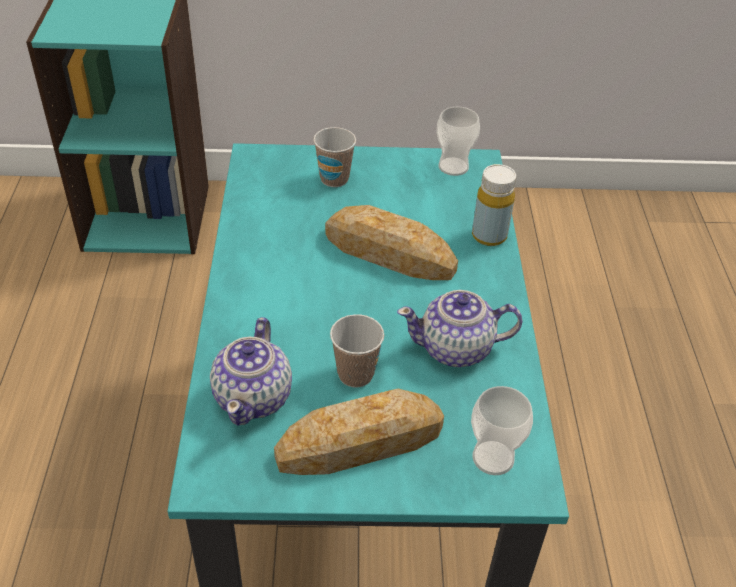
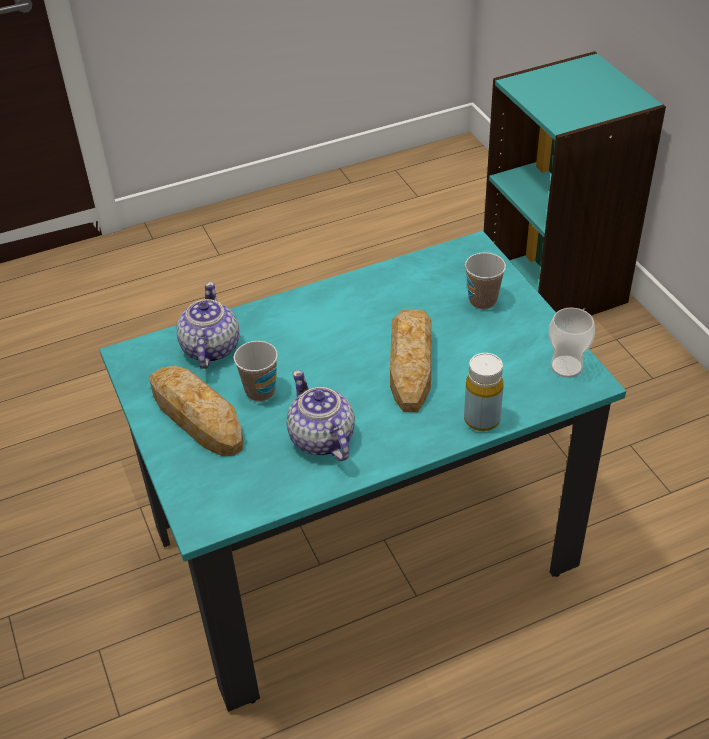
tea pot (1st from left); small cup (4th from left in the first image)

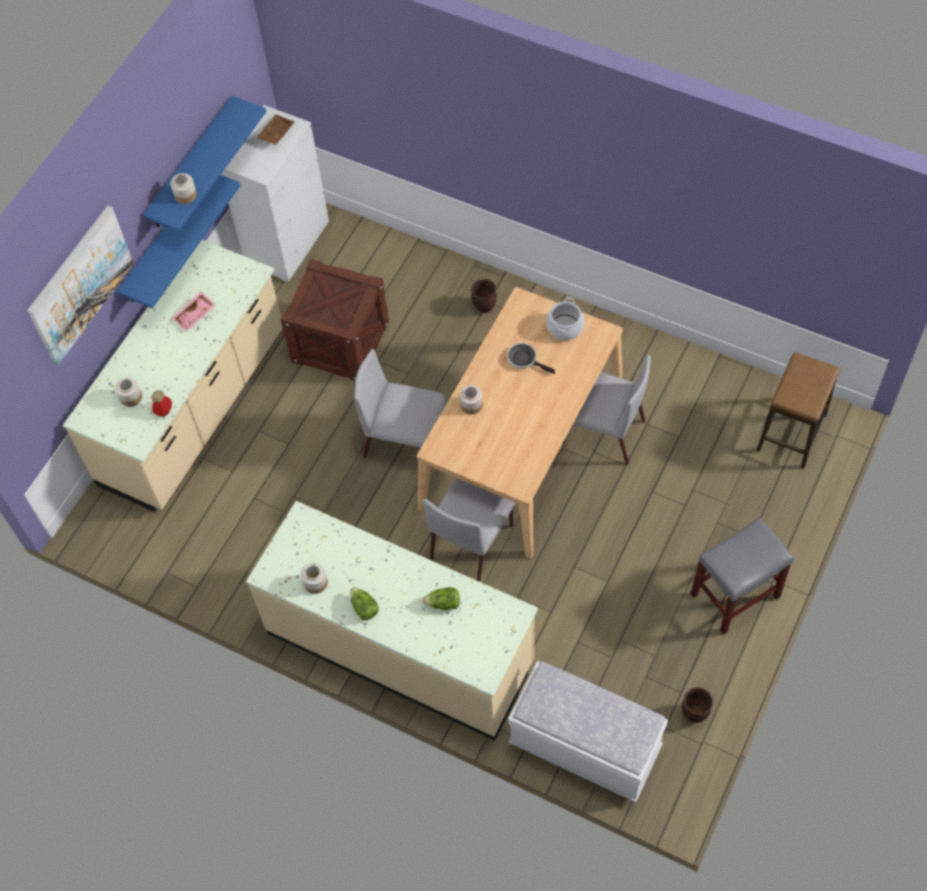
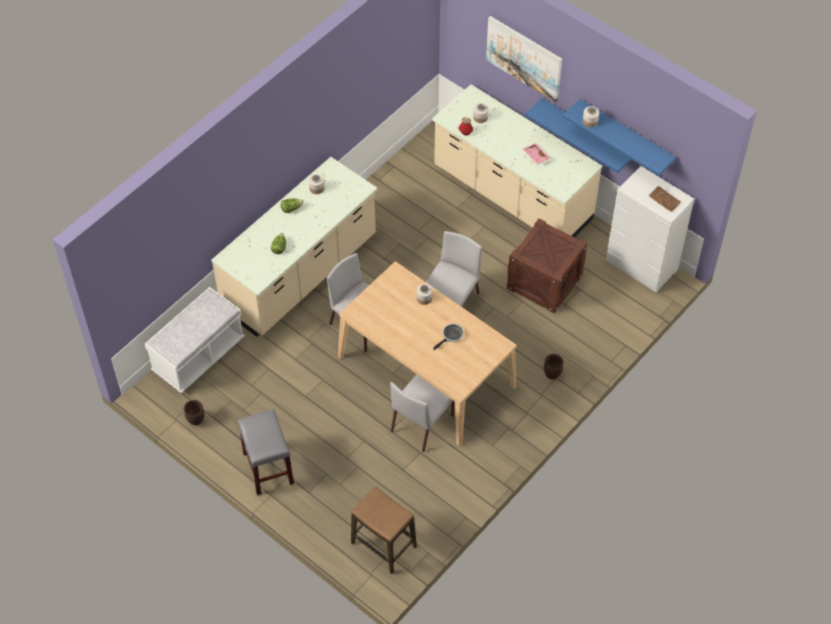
stockpot

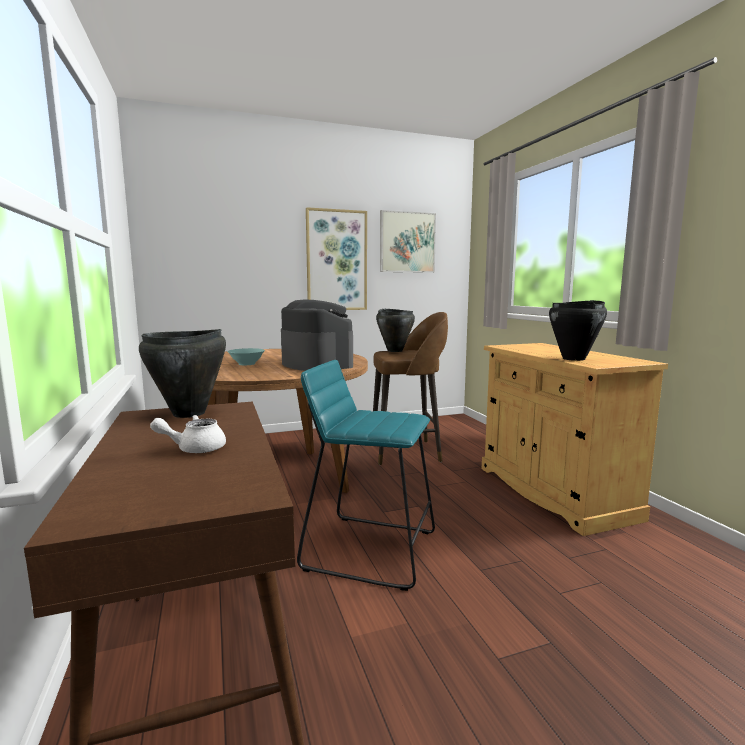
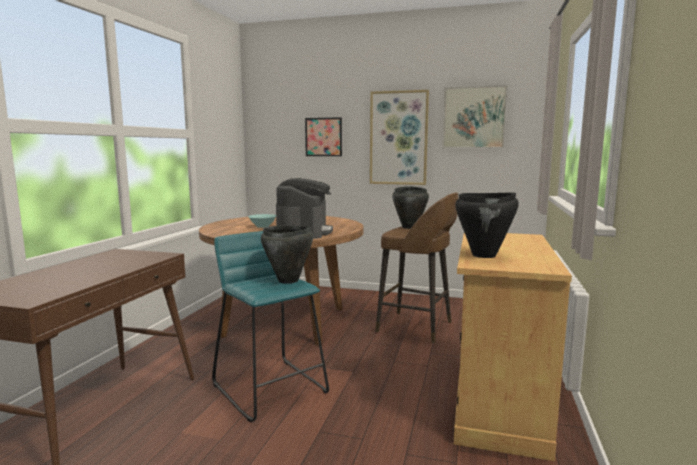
black stockpot (1st from left); whitish tea pot; wall picture (1st from left)

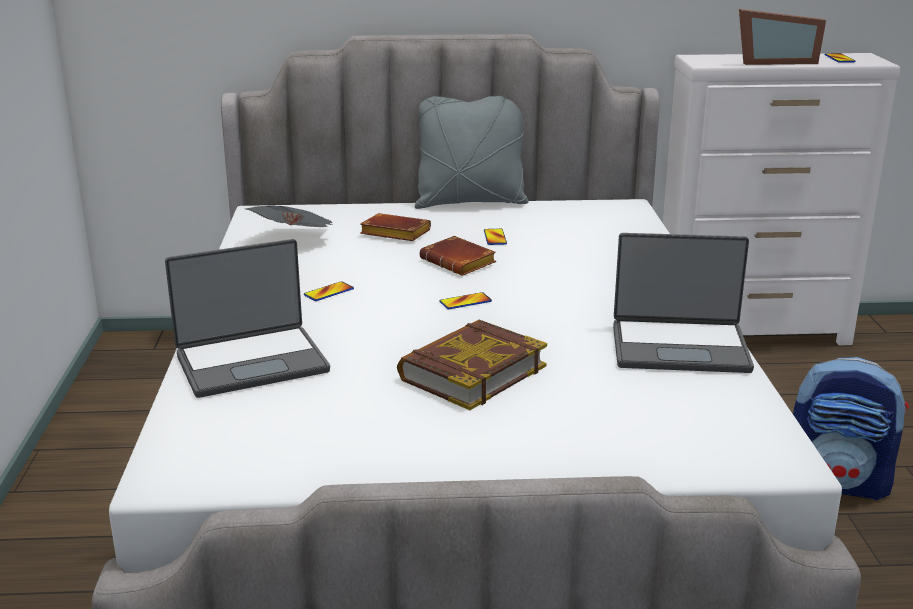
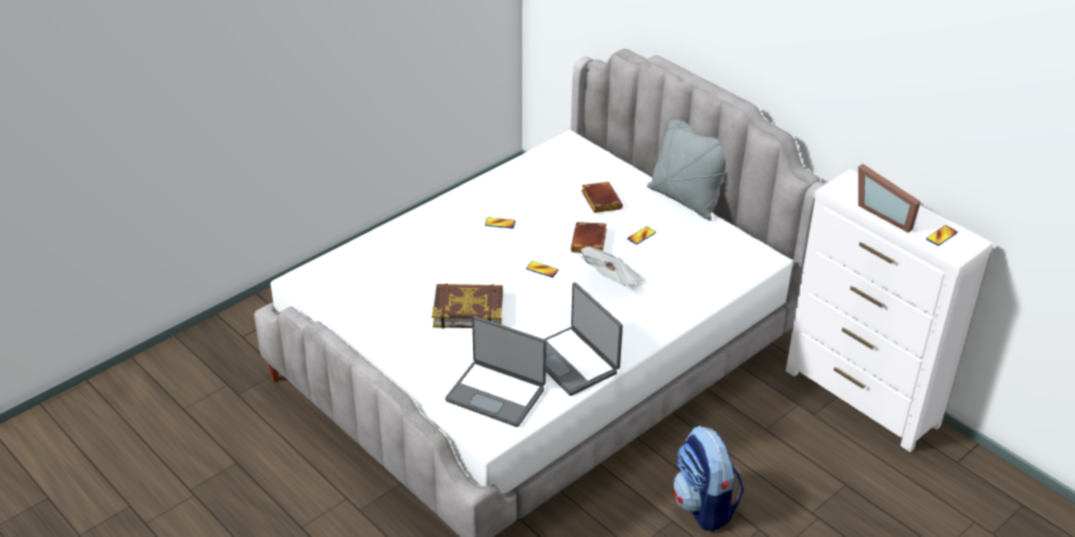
newspaper; laptop (1st from left)

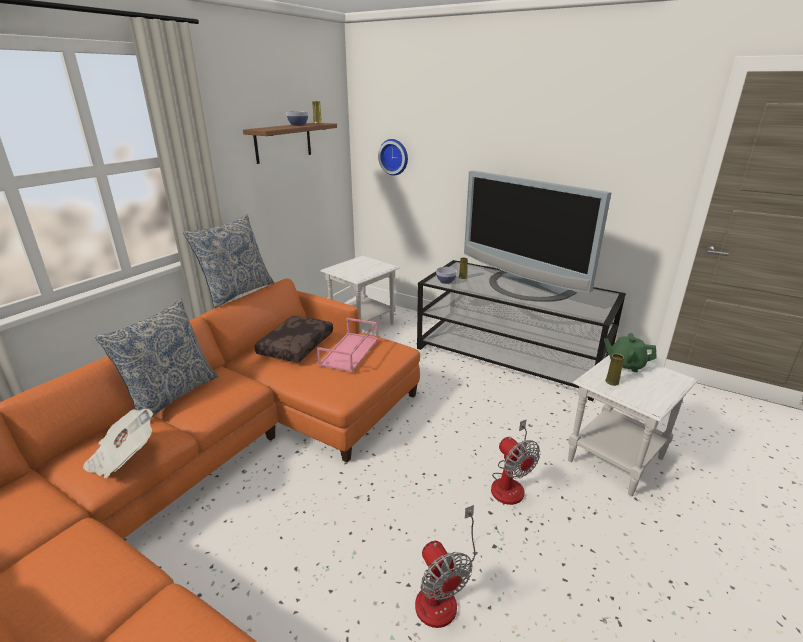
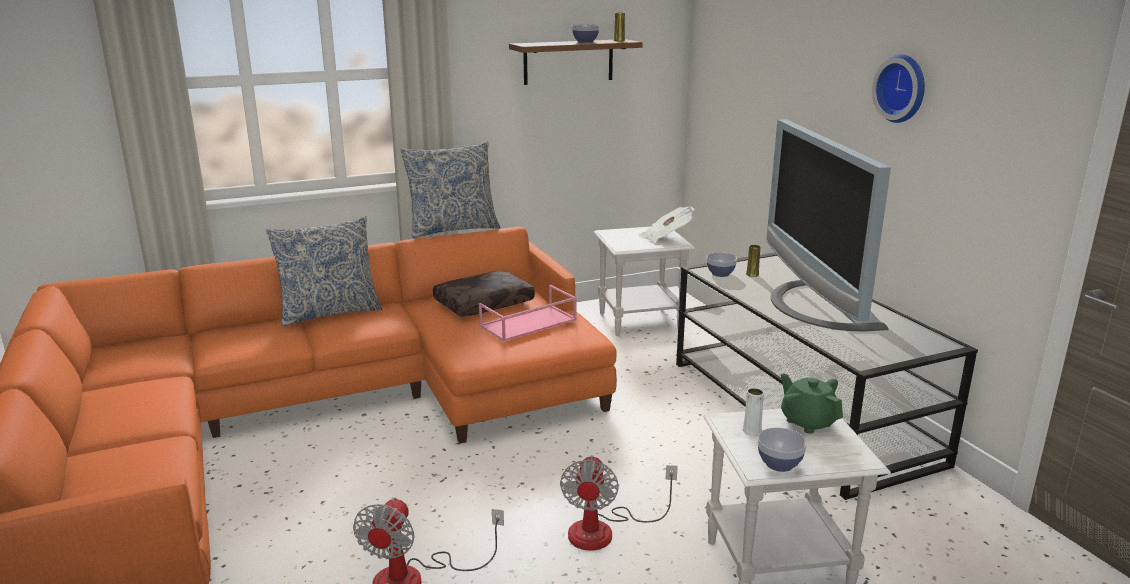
clock on the wall; whitish vase; newspaper; deep dish (3rd from left)

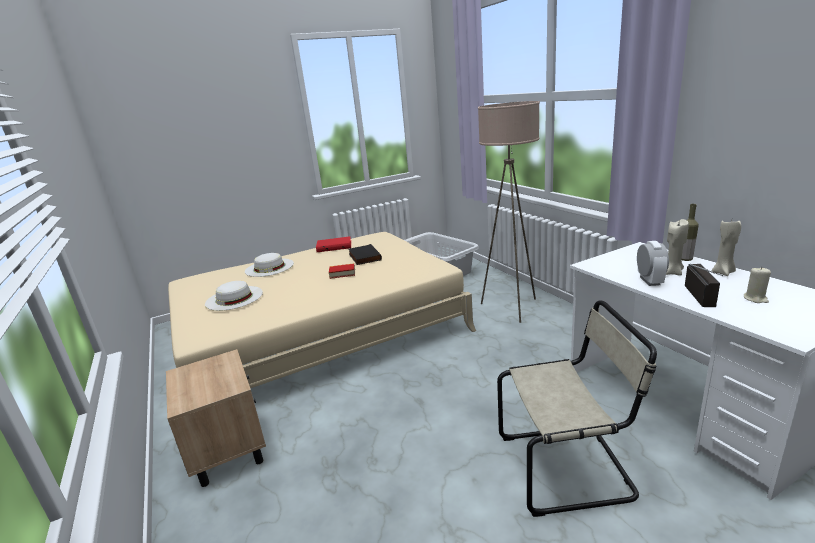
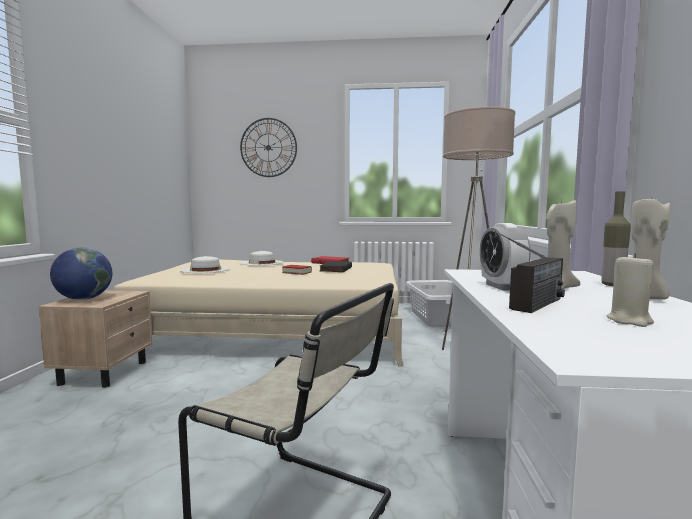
table clock; clock on the wall; desk globe

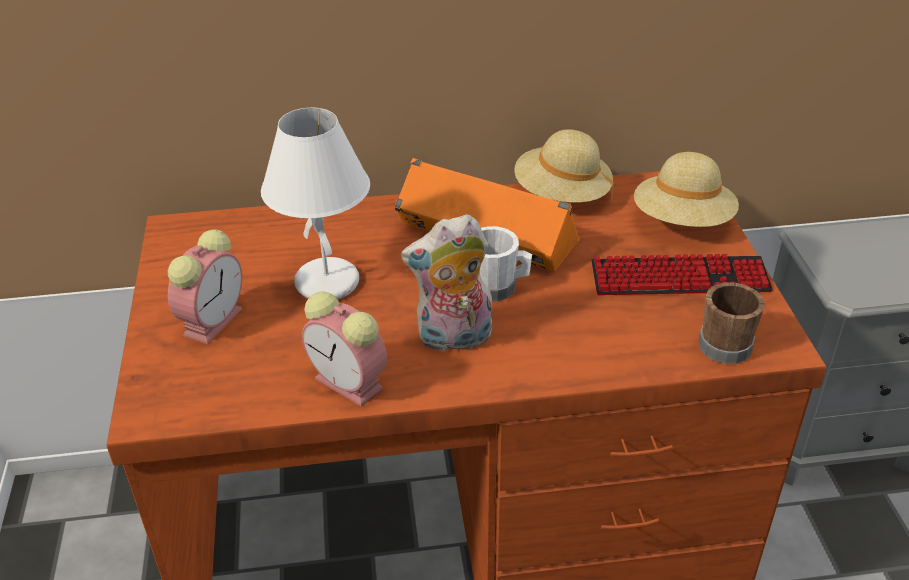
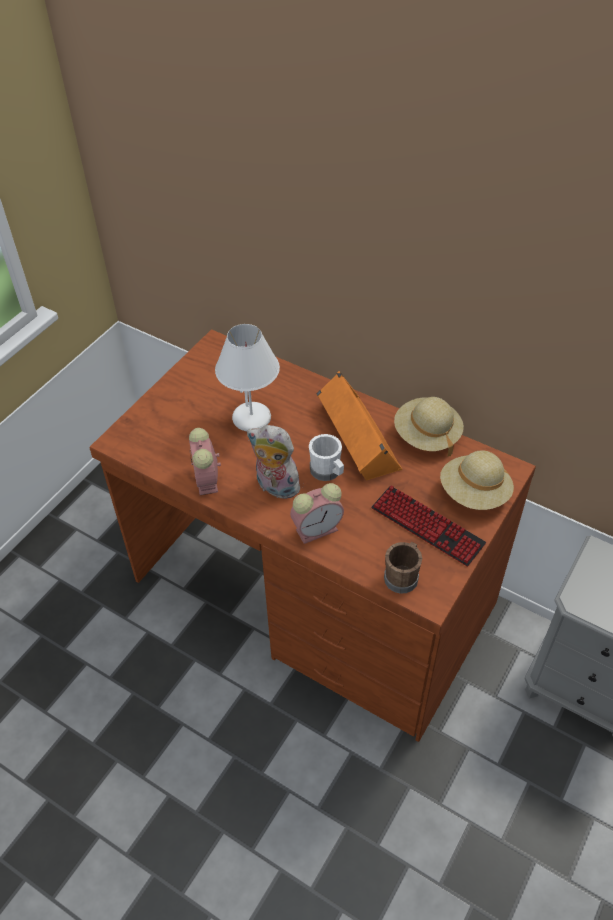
table clock (2nd from left)

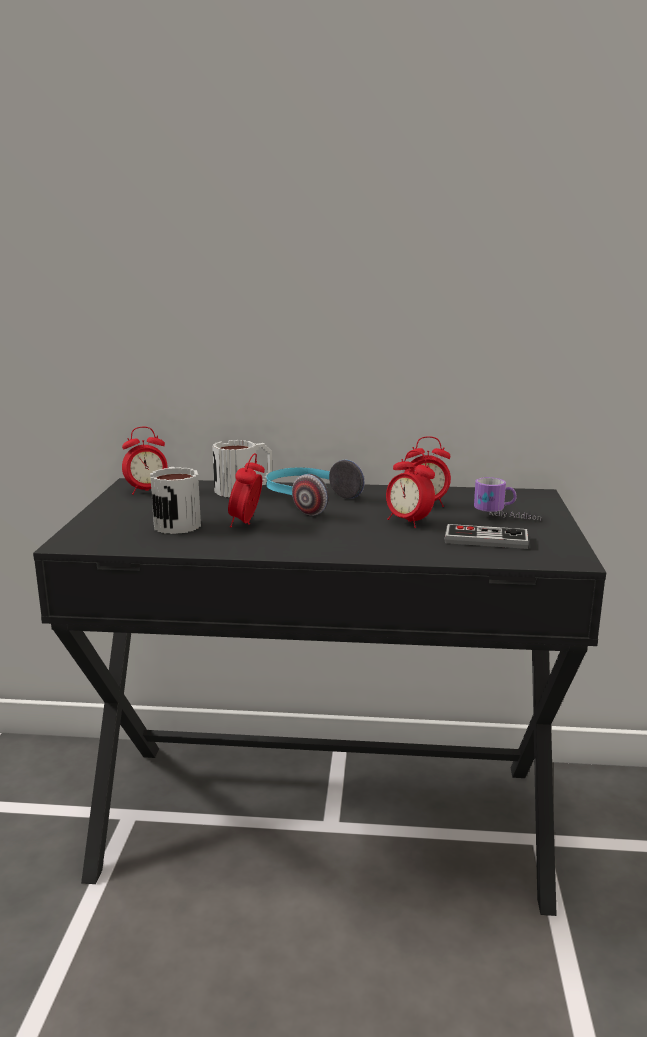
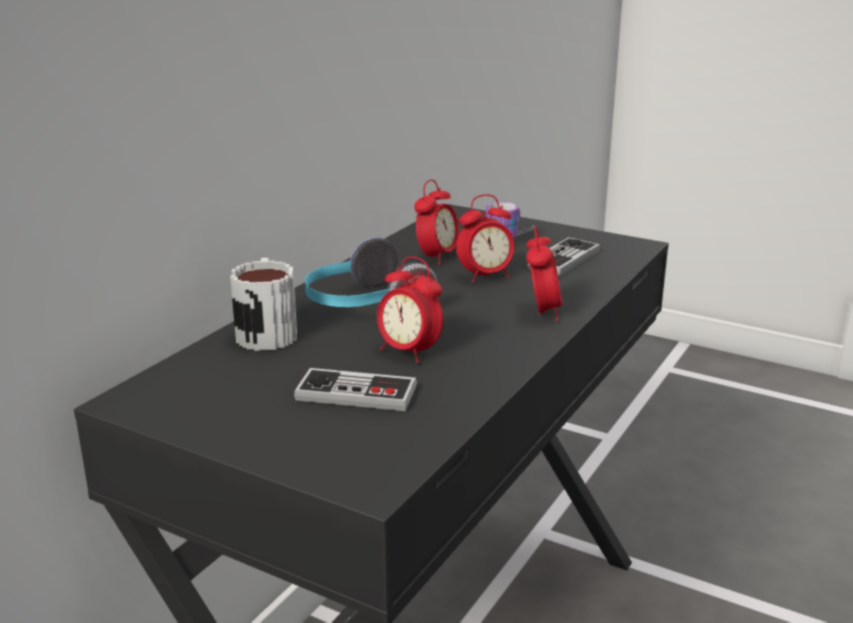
table clock (4th from left); gamepad (1st from left)

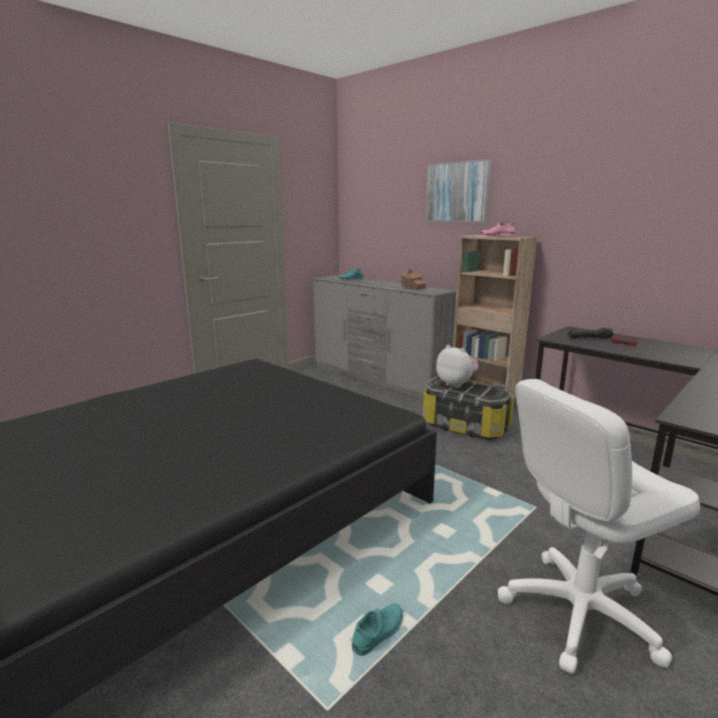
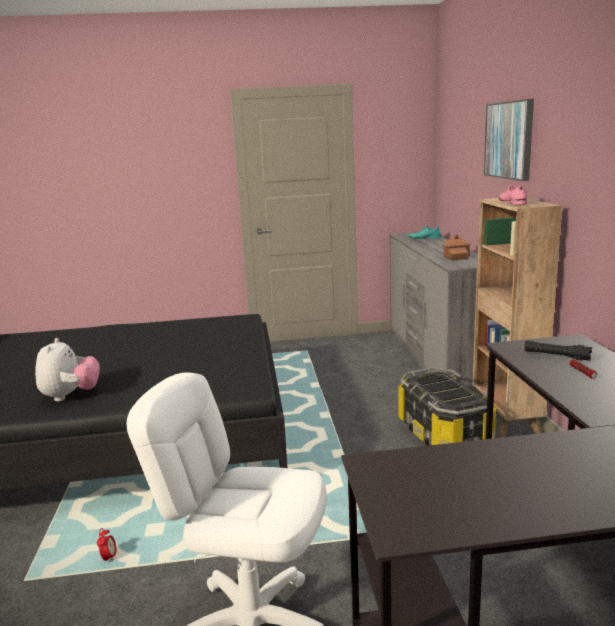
soft toy; table clock

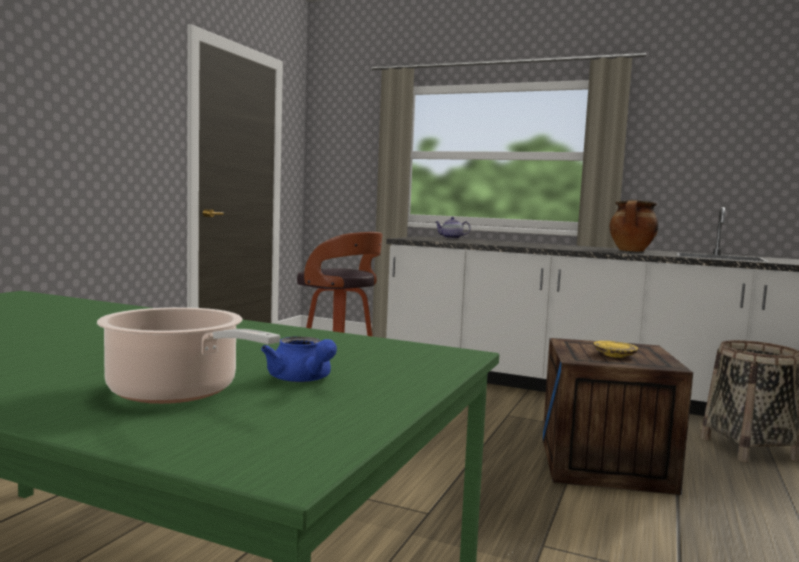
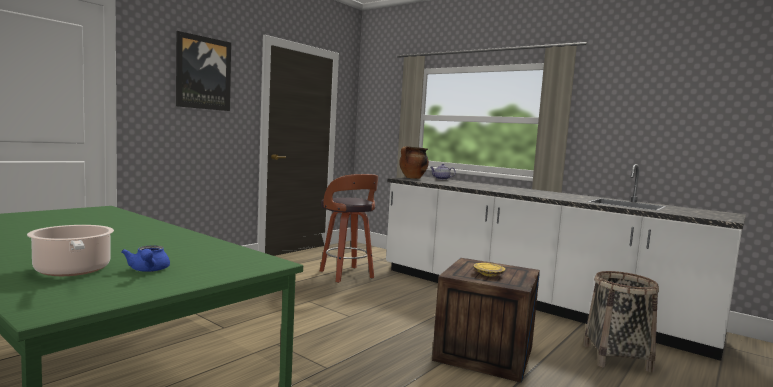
stockpot (2nd from left); wall picture

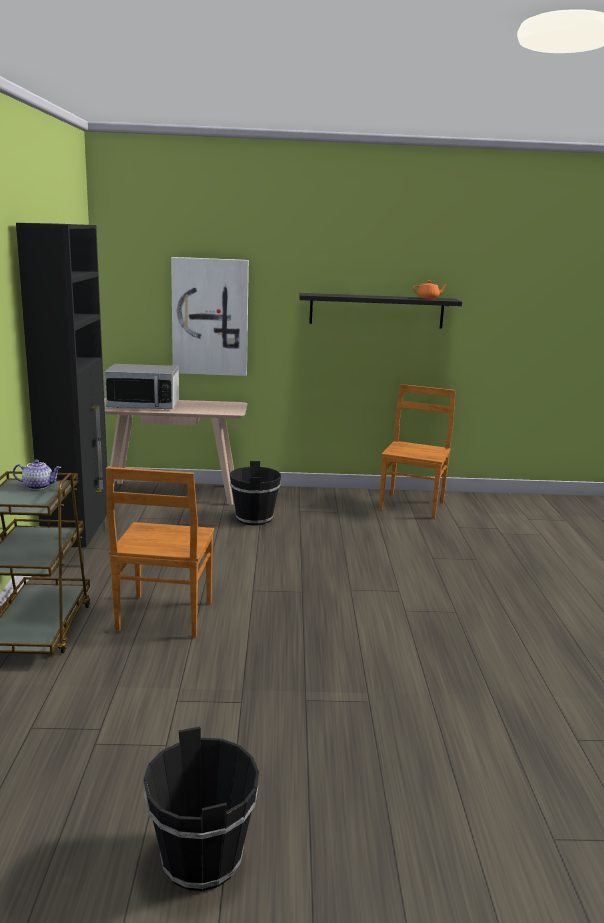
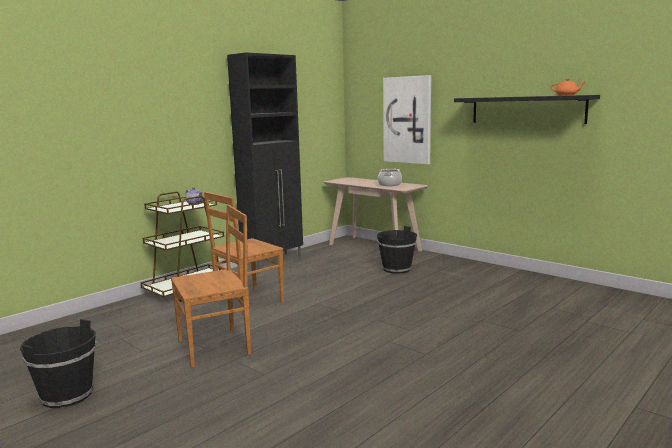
microwave; brownish chair (1st from left); stockpot

